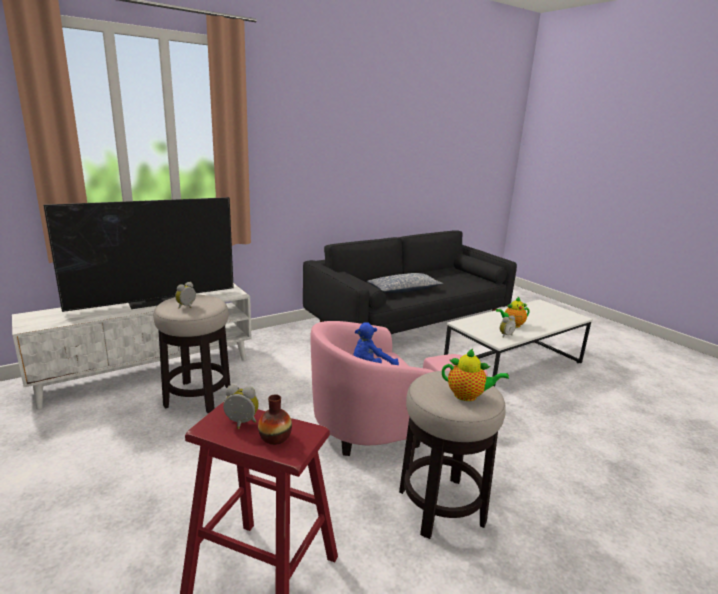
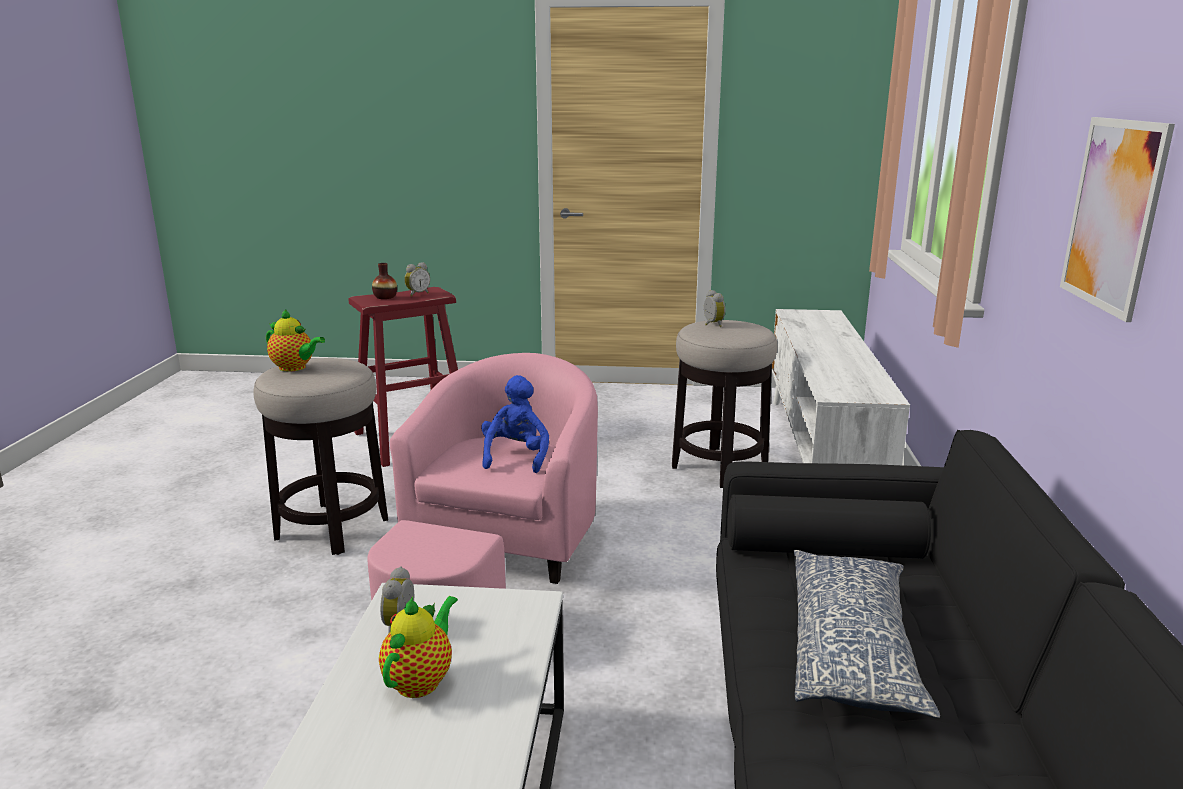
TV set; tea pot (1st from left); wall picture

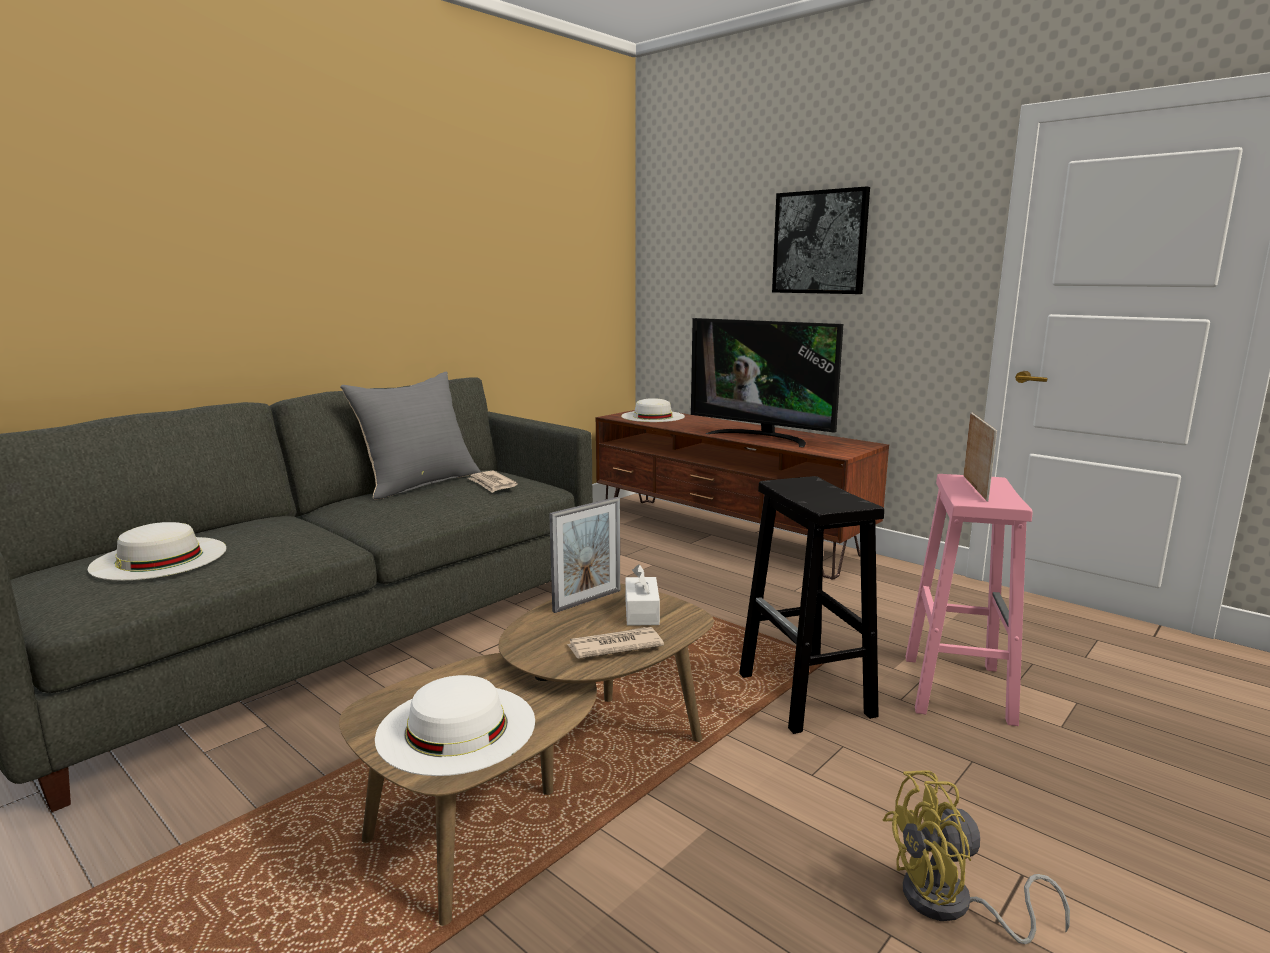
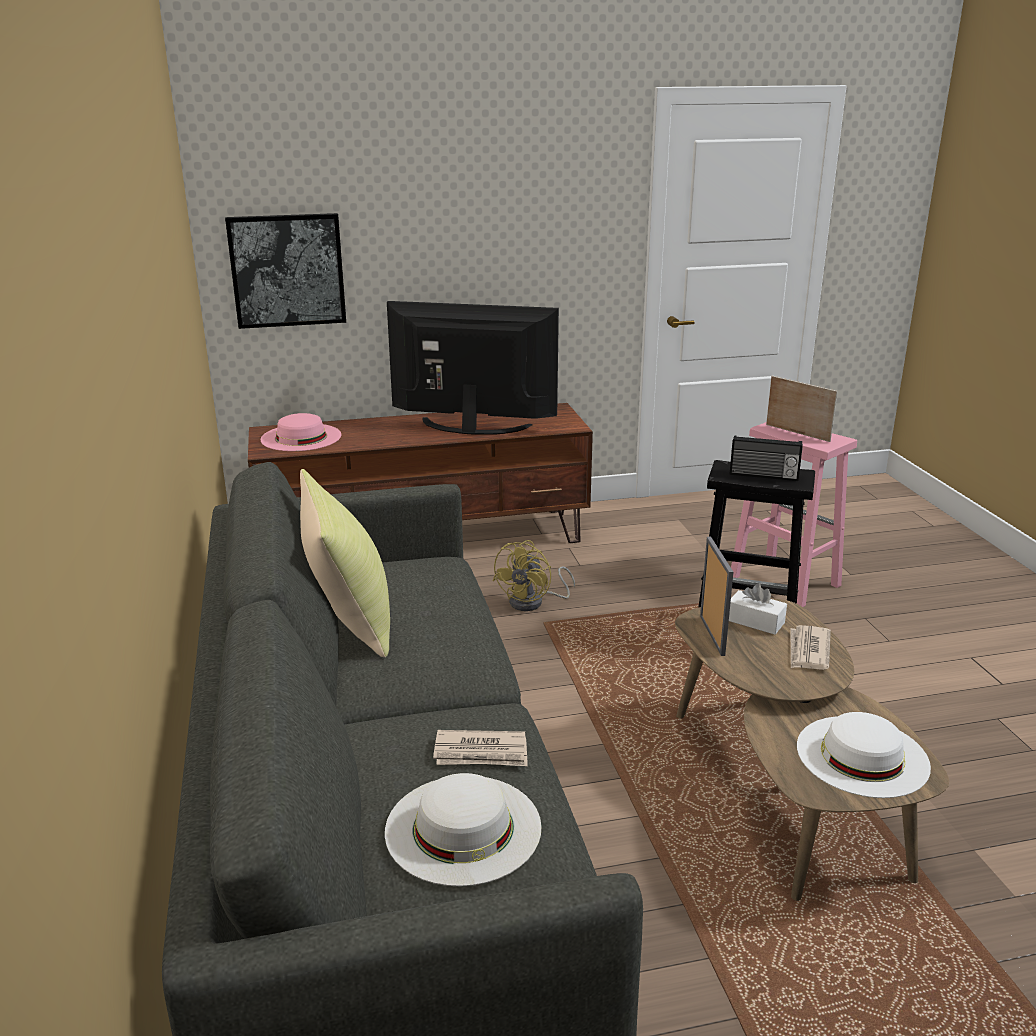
wall picture; TV set; yellow-coloured pillow; pink clothing hat; newspaper (1st from left); yellow-coloured electric fan; radio

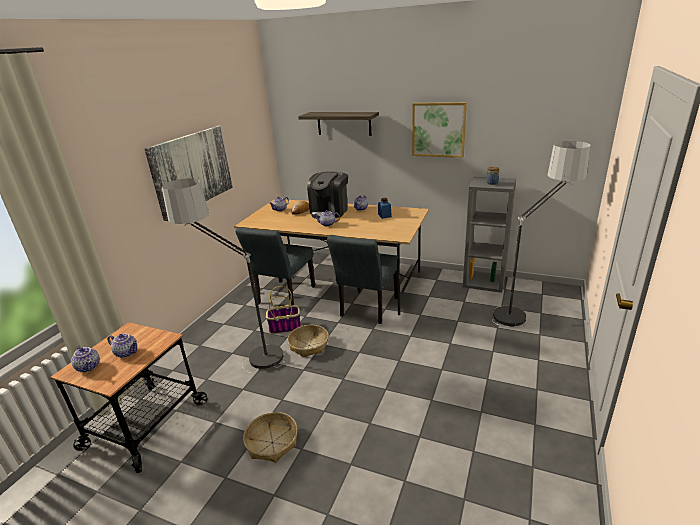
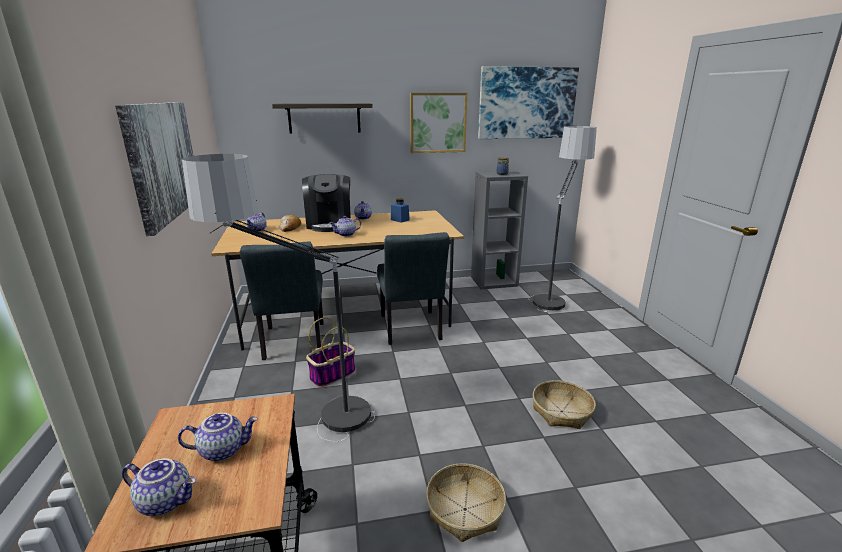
storage basket (3rd from left); wall picture (3rd from left)

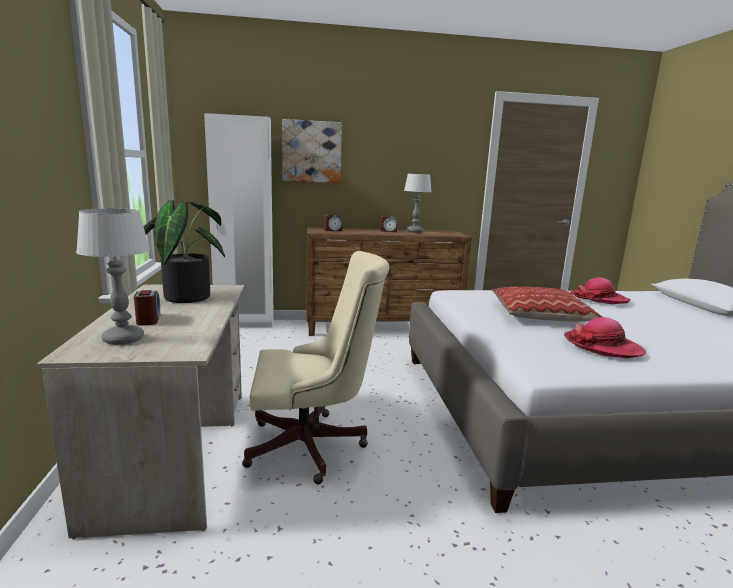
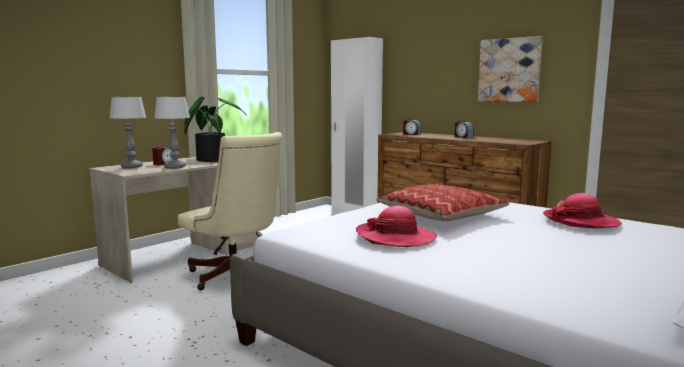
wall picture; table lamp (2nd from left)

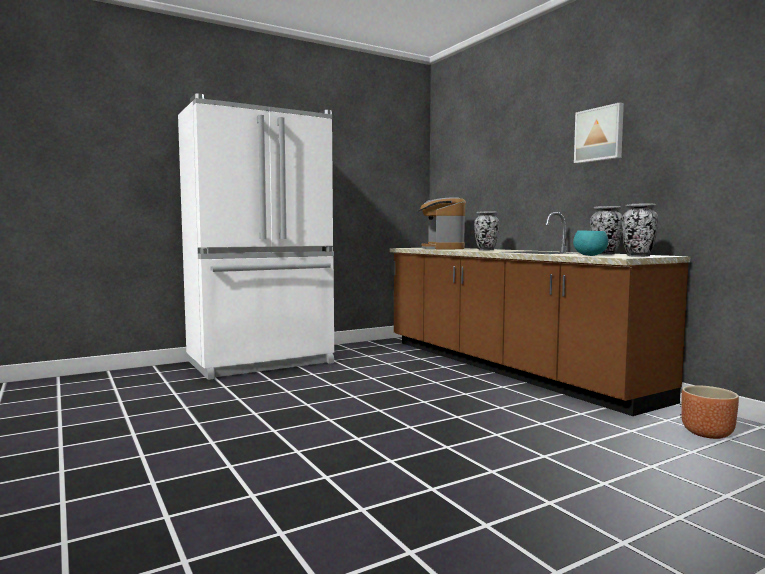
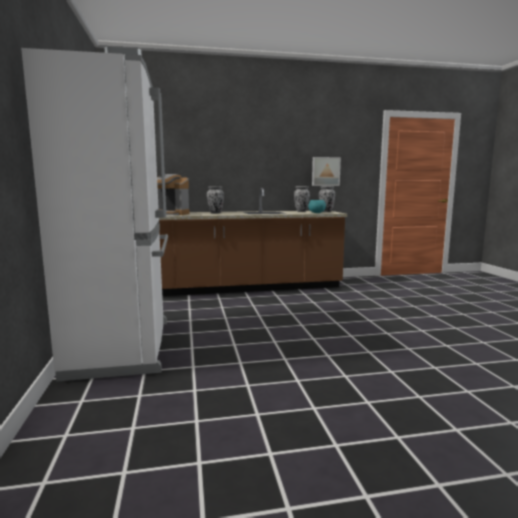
wall picture; brownish flower pot

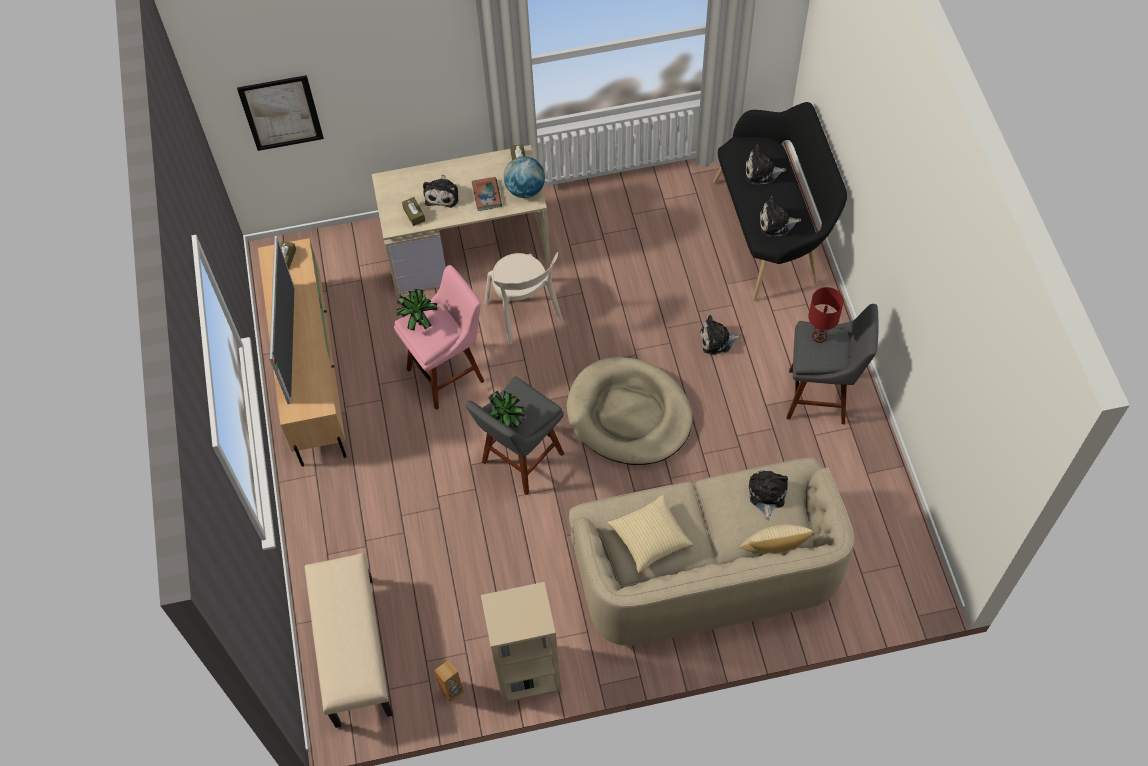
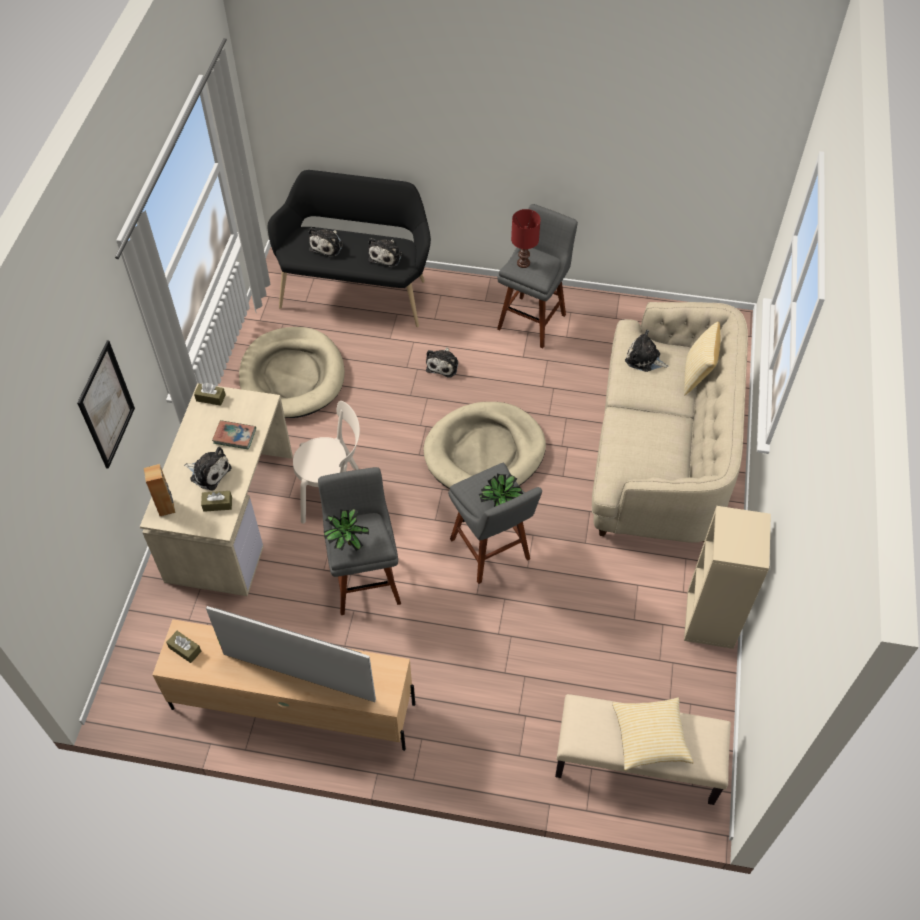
wall picture; desk globe; grey stool (1st from left); pillow (1st from left); brownish loudspeaker; beige pet bed (1st from left)

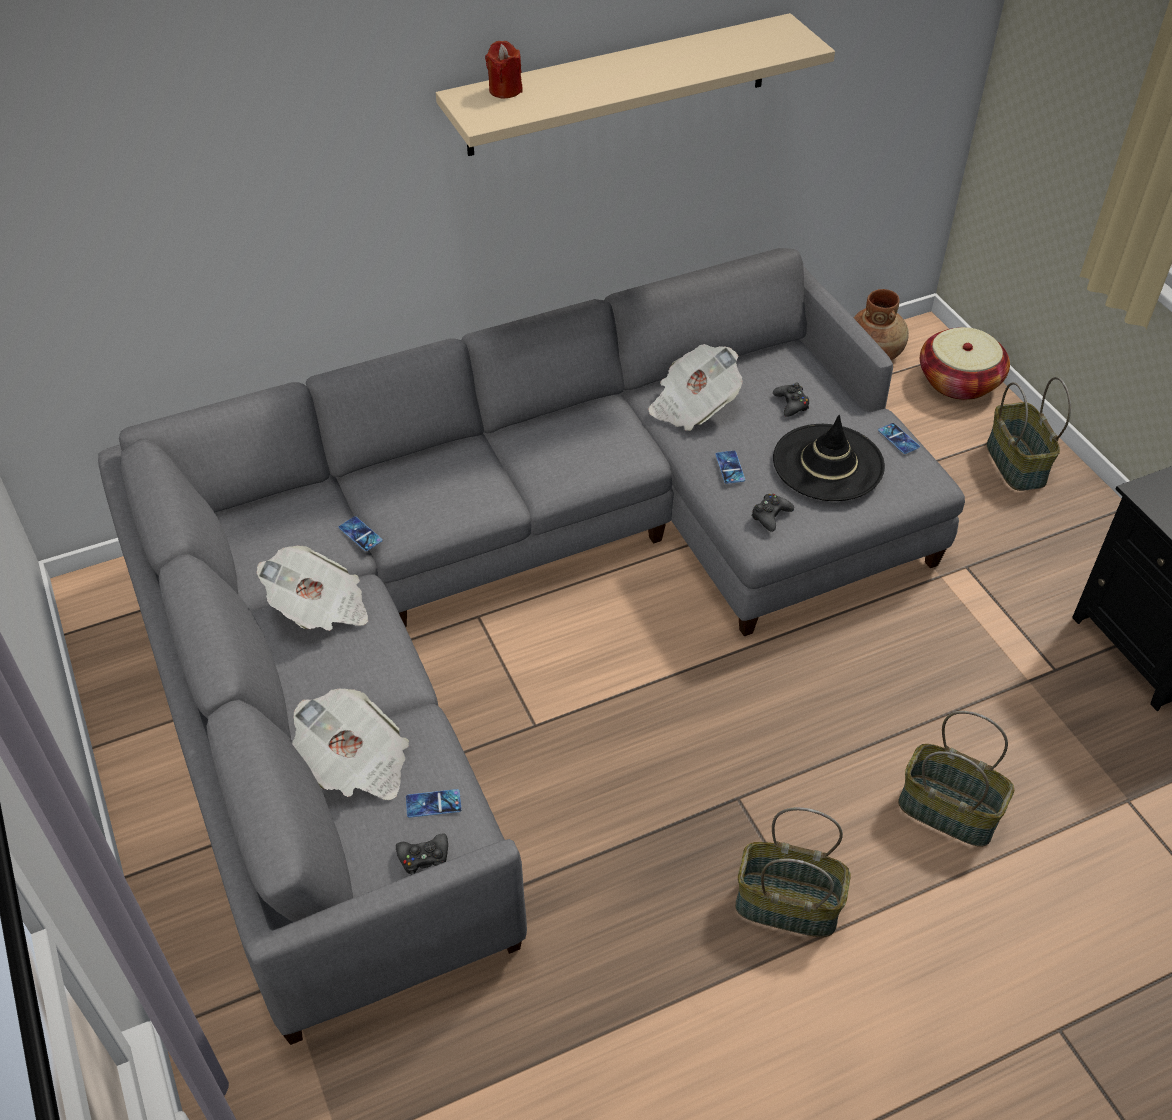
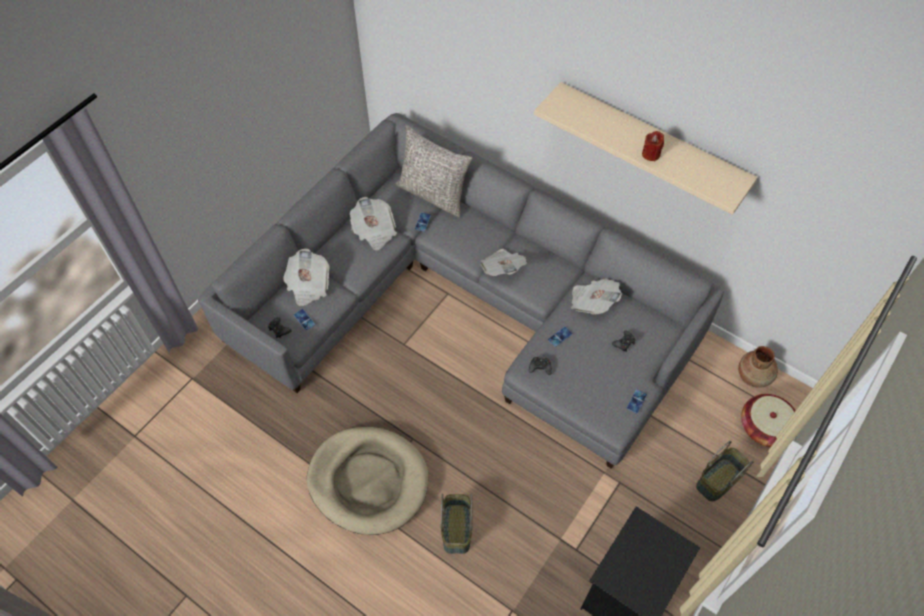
reddish wax candle; black clothing hat; beige pet bed; grey pillow; newspaper (3rd from left)

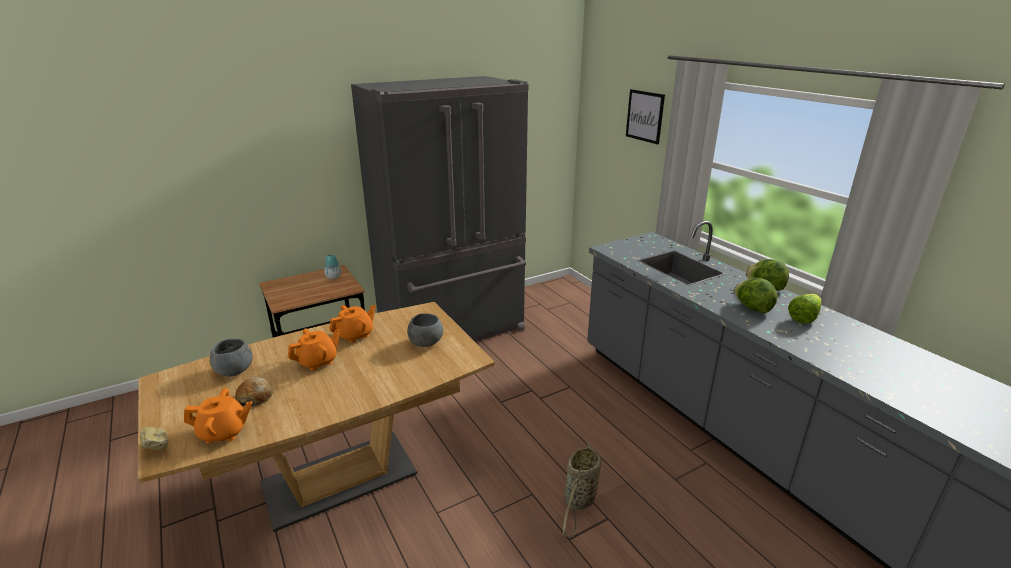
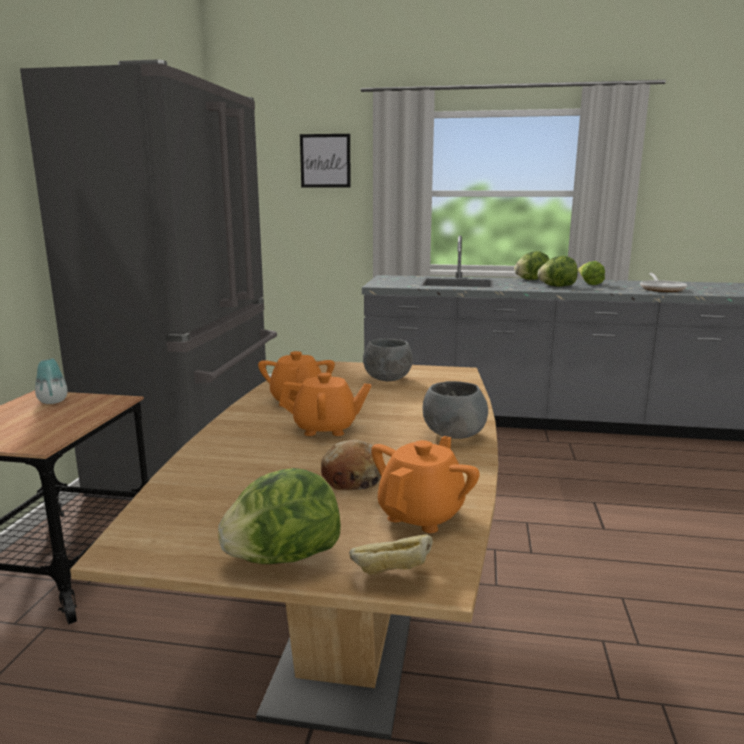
orangey tea pot (2nd from left); grey deep dish (2nd from left); storage basket; pan; lettuce head (1st from left)

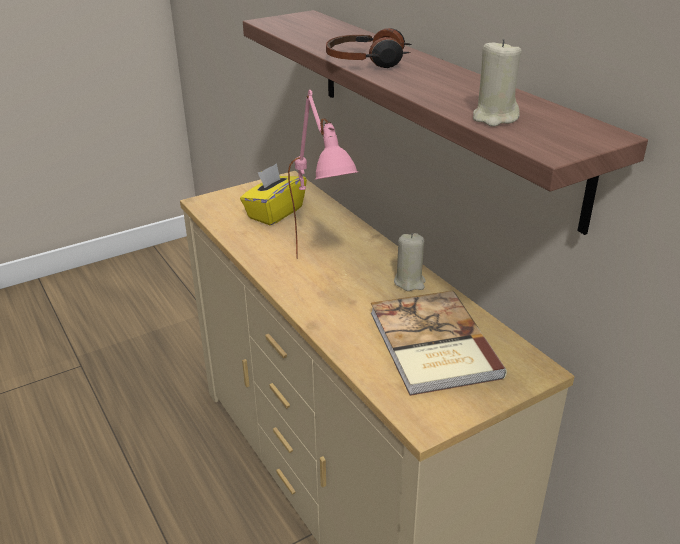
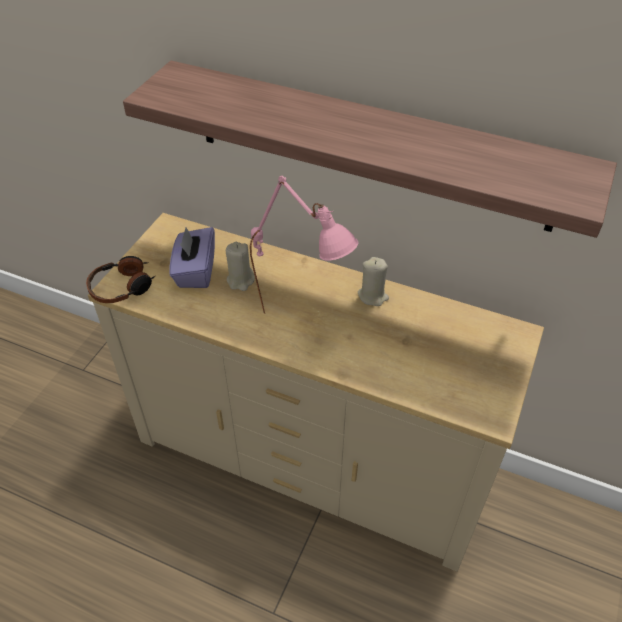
headphones; beige wax candle (1st from left); purplish box of tissues; book

